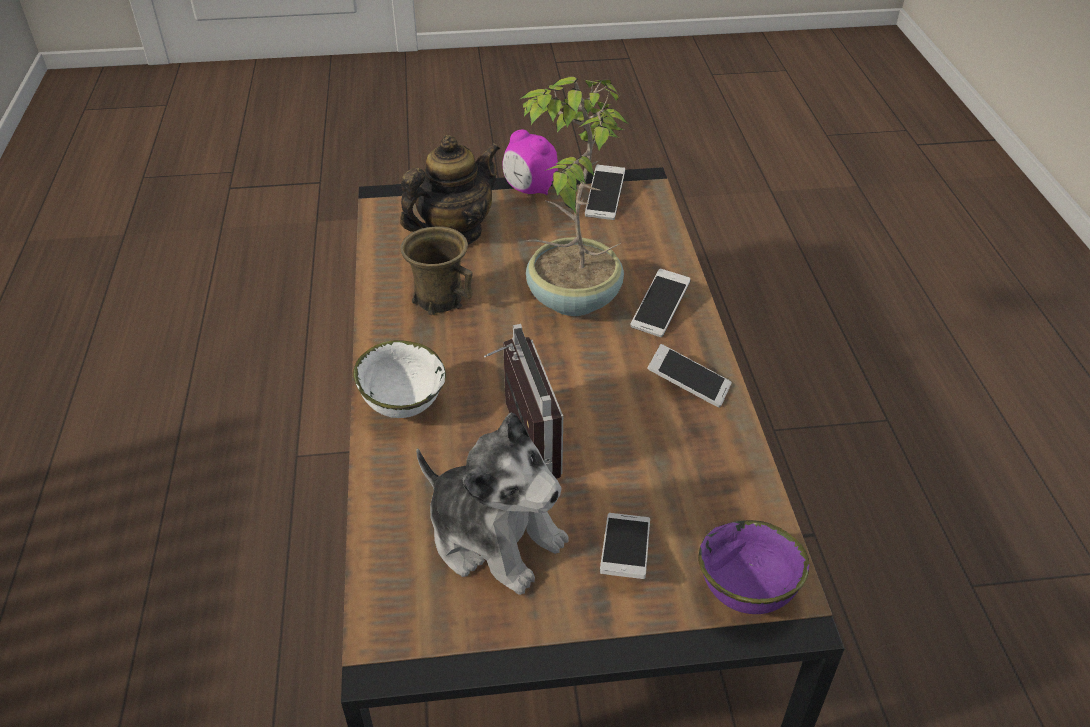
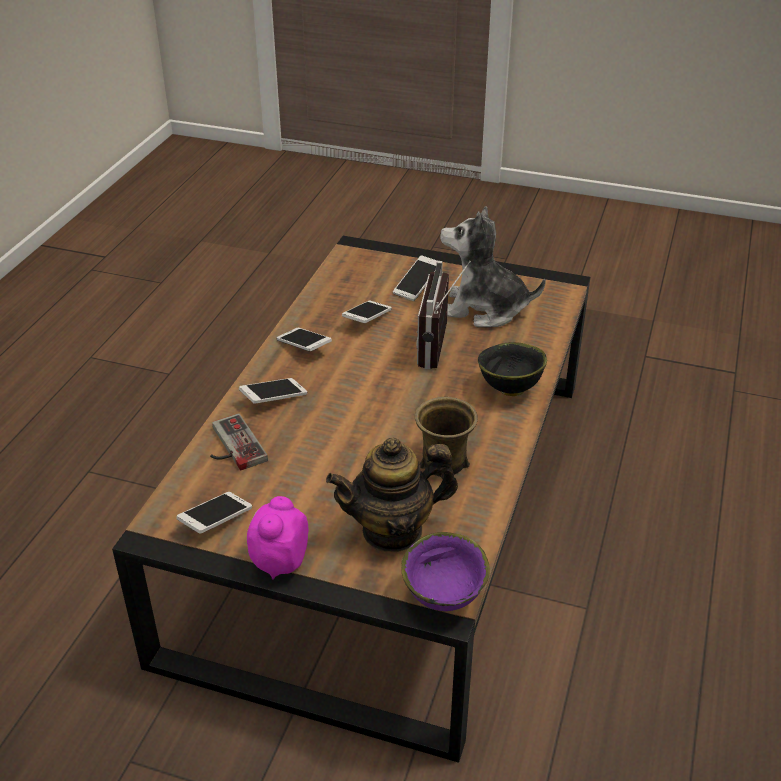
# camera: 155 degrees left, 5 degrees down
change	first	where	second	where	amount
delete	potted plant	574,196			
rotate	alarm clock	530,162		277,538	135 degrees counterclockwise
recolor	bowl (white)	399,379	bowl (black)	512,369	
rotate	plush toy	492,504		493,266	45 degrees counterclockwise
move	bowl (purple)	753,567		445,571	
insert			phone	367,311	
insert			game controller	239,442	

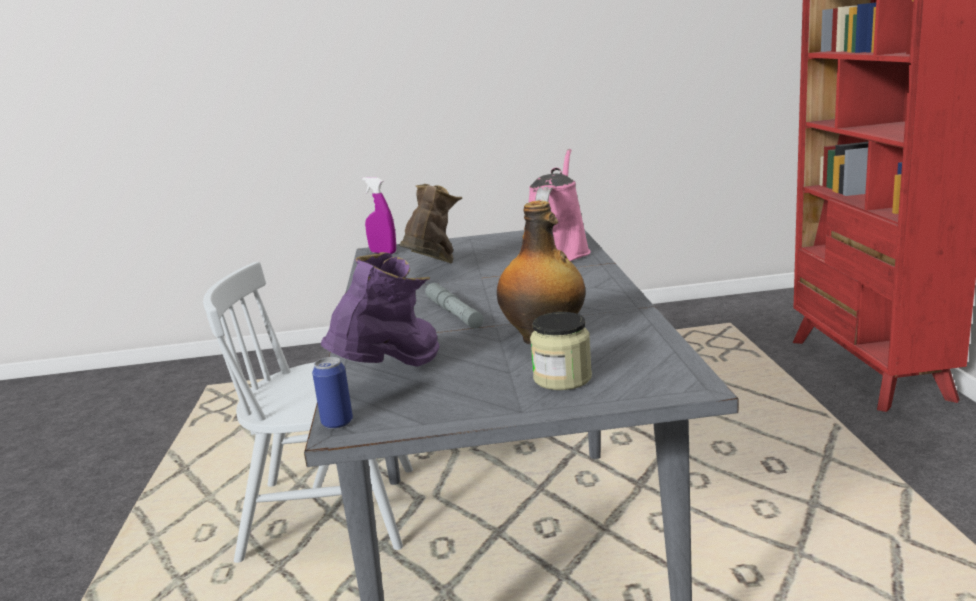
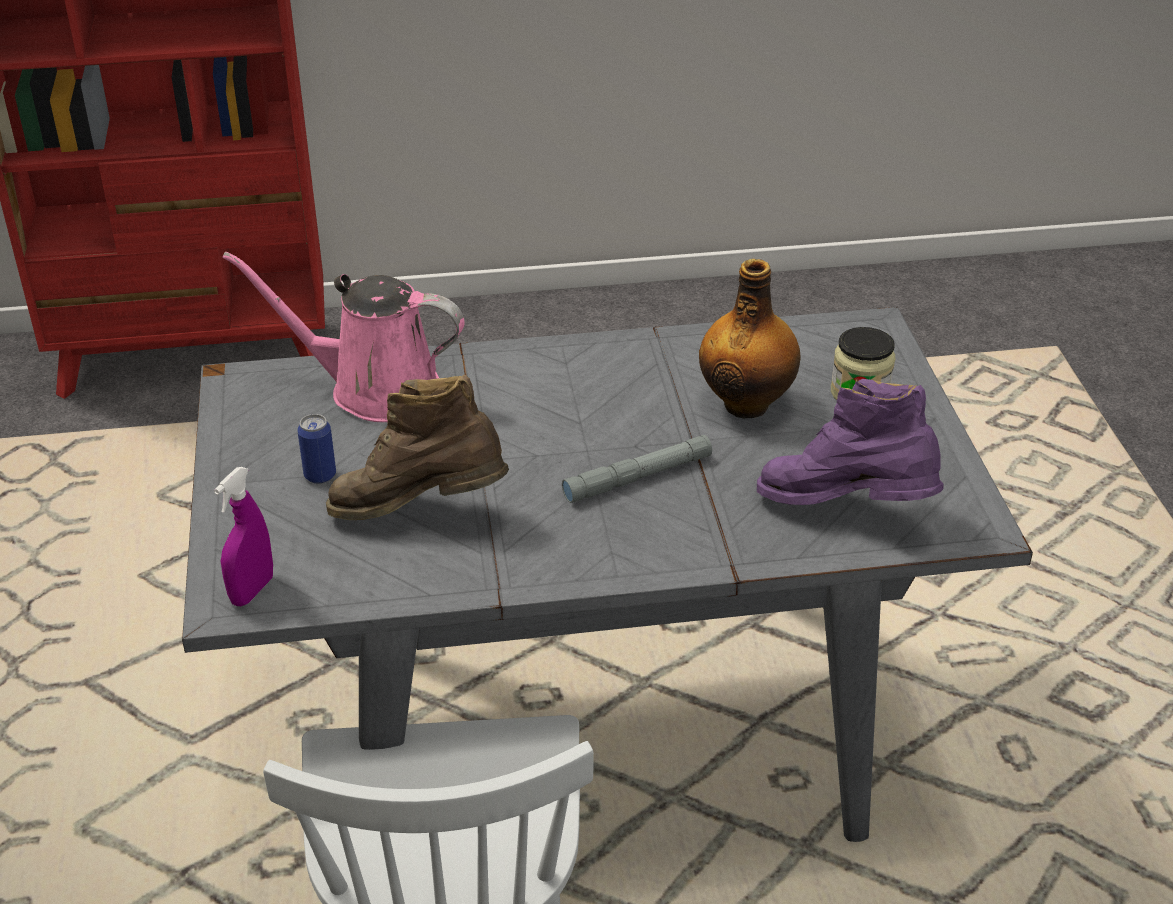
# camera: 95 degrees left, 20 degrees up
change	first	where	second	where	amount
move	can	332,393		316,449	

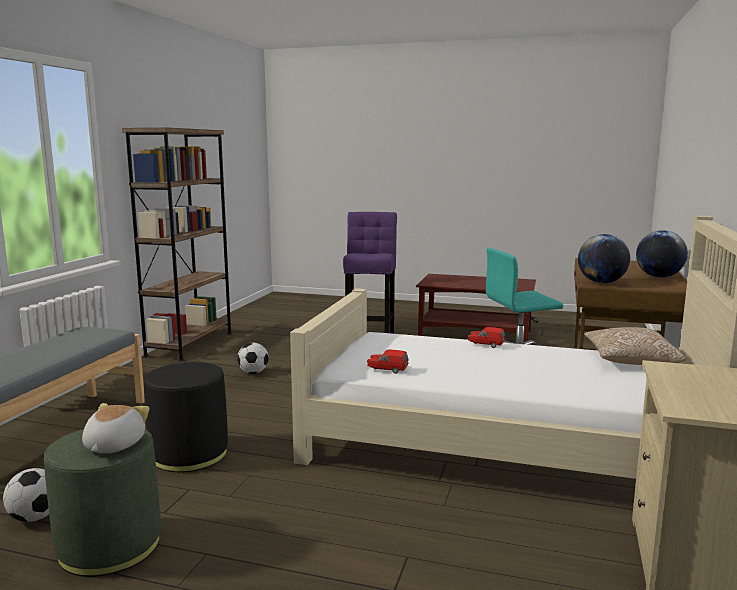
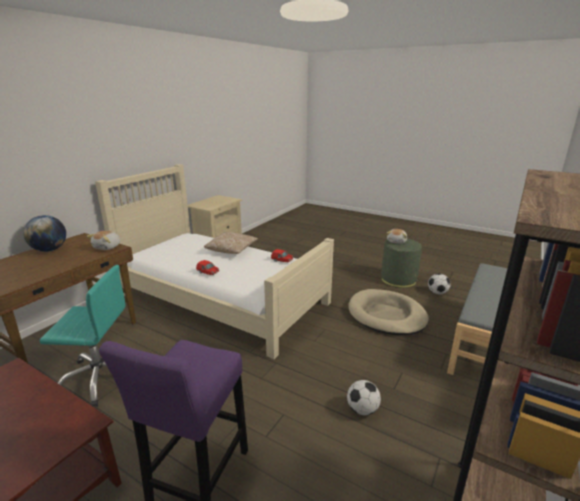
# camera: 165 degrees left, 10 degrees up
change	first	where	second	where	amount
replace	globe	604,258	plush toy	103,240	
move	pillow	635,346		231,243	
replace	ottoman (black)	186,417	dog bed (beige)	388,312	

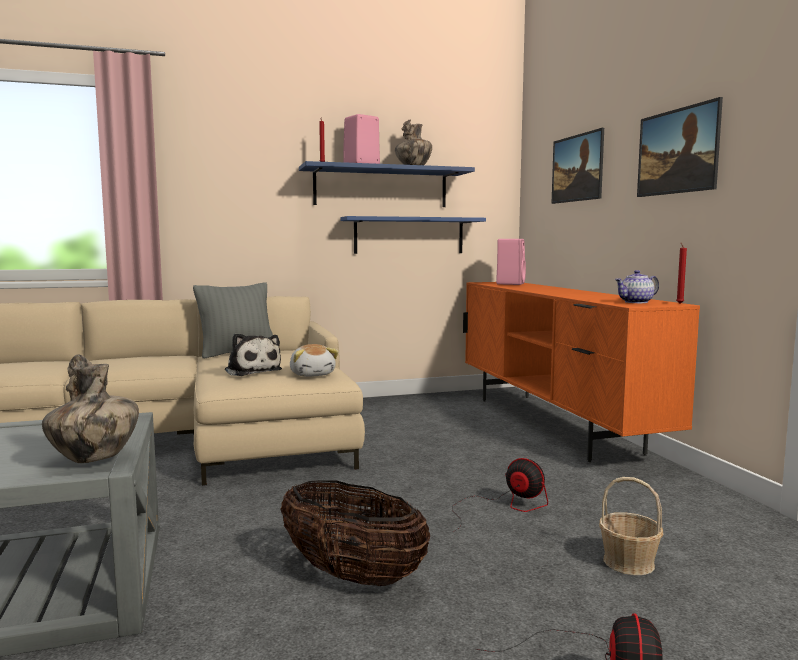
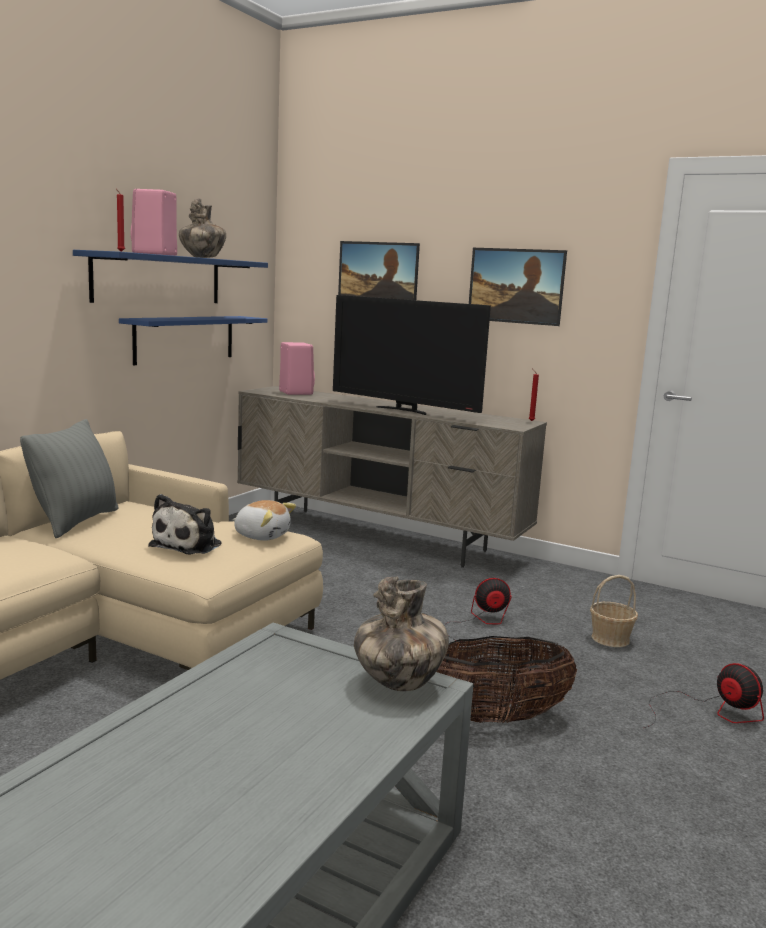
# camera: 45 degrees left, 5 degrees up
change	first	where	second	where	amount
delete	teapot	636,286			
recolor	tv stand (orange)	581,372	tv stand (beige)	392,477	
rotate	plush toy	253,354		185,524	105 degrees clockwise
insert			television	412,355	

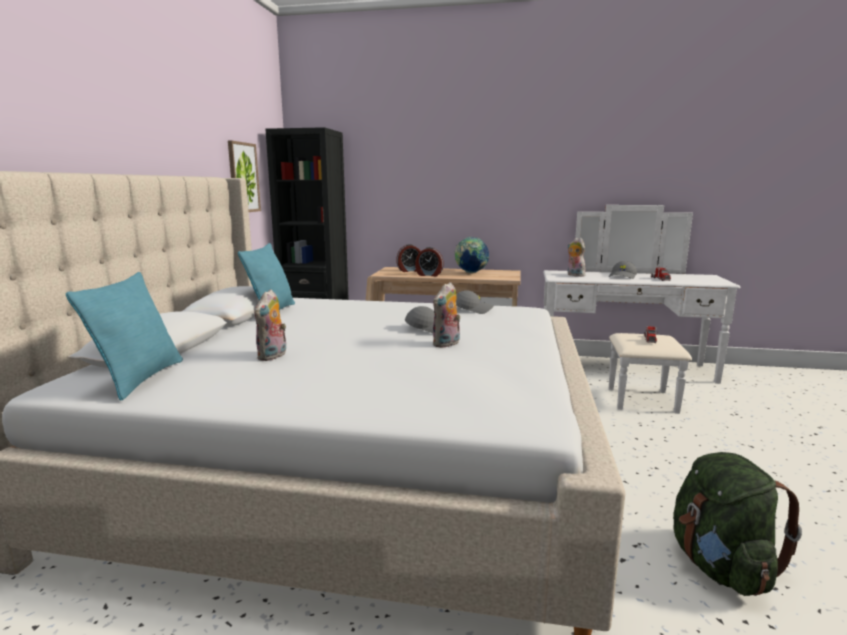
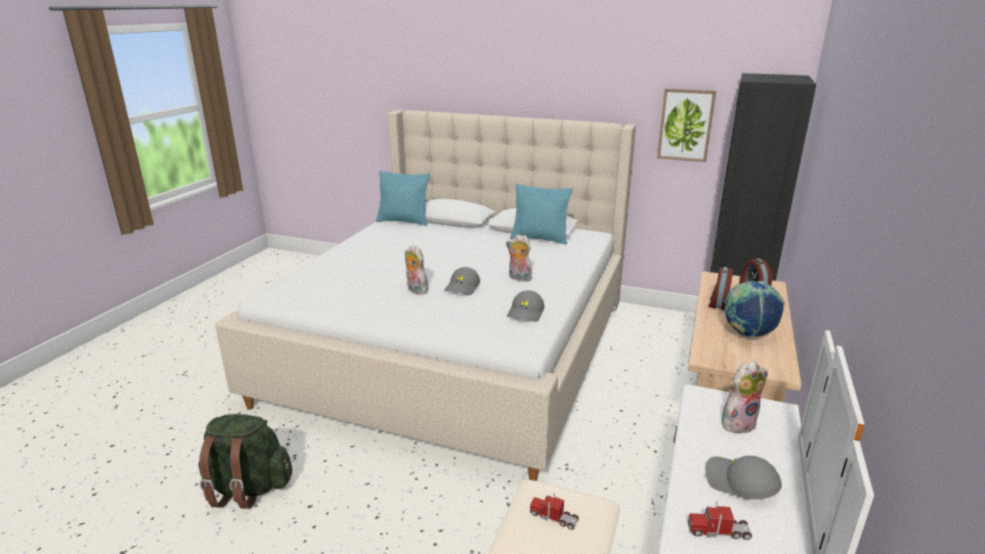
# camera: 100 degrees right, 10 degrees up
change	first	where	second	where	amount
move	plush toy	270,325		519,258	

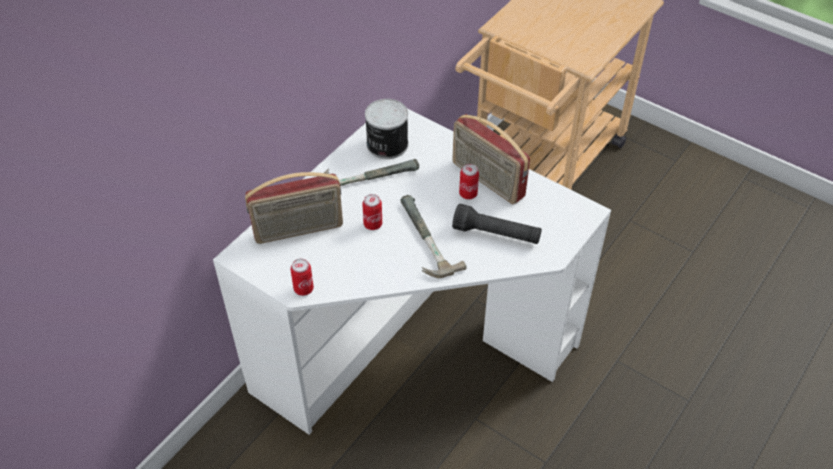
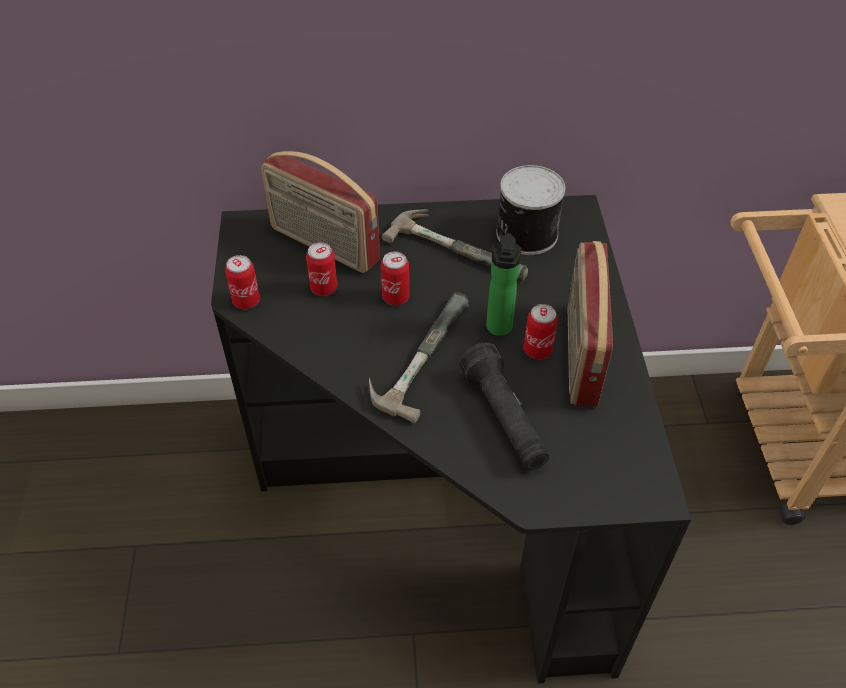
# camera: 50 degrees right, 0 degrees up
change	first	where	second	where	amount
recolor	desk (white)	412,272	desk (black)	451,439	
insert			bottle	504,284	
insert			can	321,269	

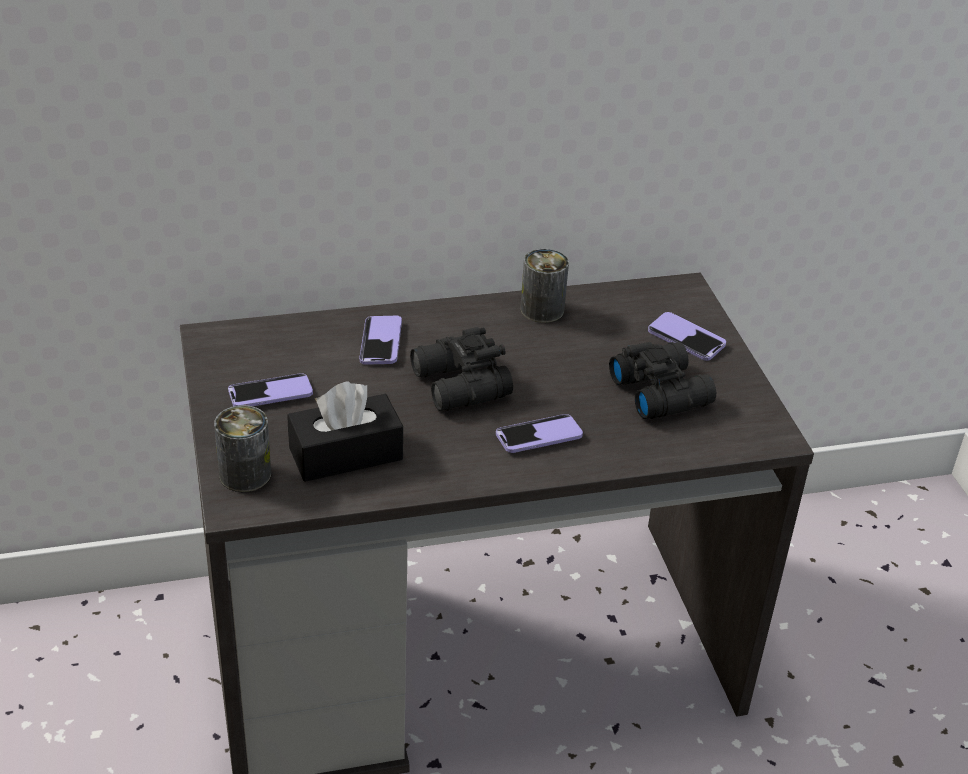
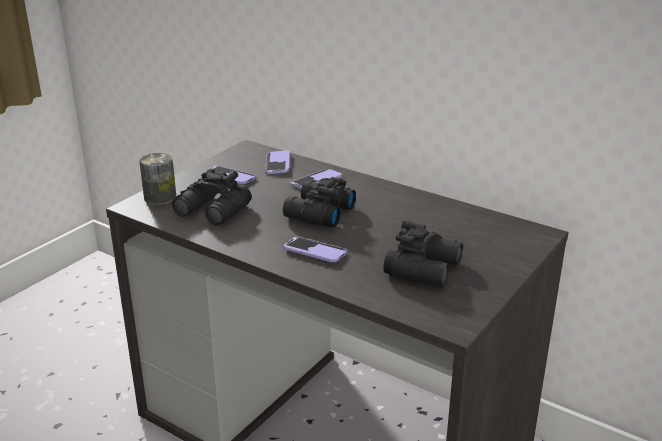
# camera: 50 degrees right, 10 degrees down
change	first	where	second	where	amount
delete	can	544,286			
move	phone	687,336		277,162	
replace	tissue box (black)	345,431	binoculars (black)	212,197	

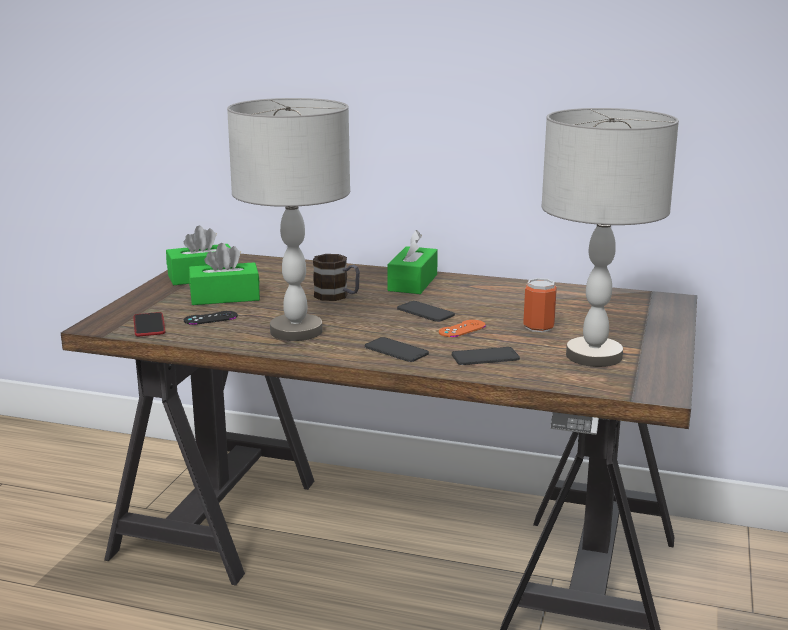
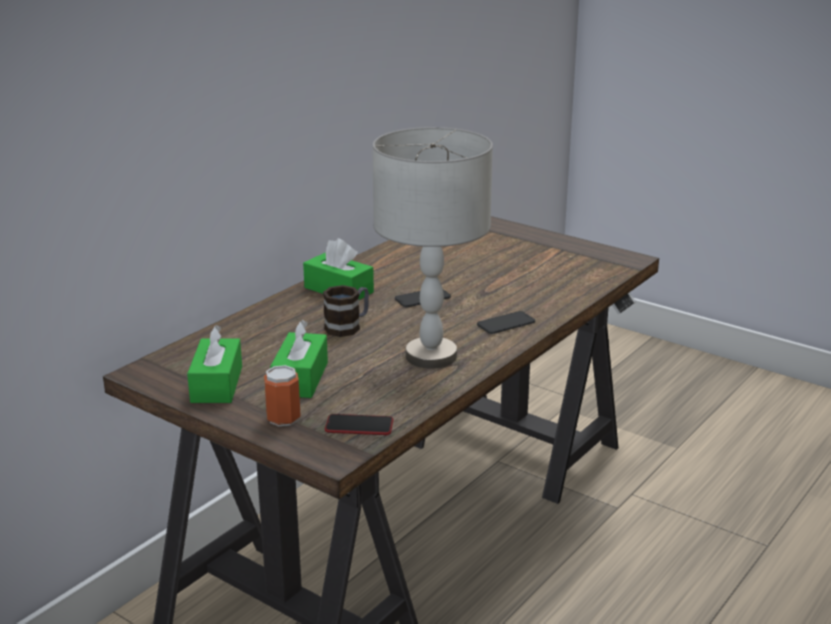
# camera: 70 degrees left, 5 degrees up
change	first	where	second	where	amount
delete	table lamp (grey)	610,237			
move	can	540,305		282,395	
delete	game controller (black)	211,318			
delete	game controller (orange)	462,328			
delete	phone	486,356			

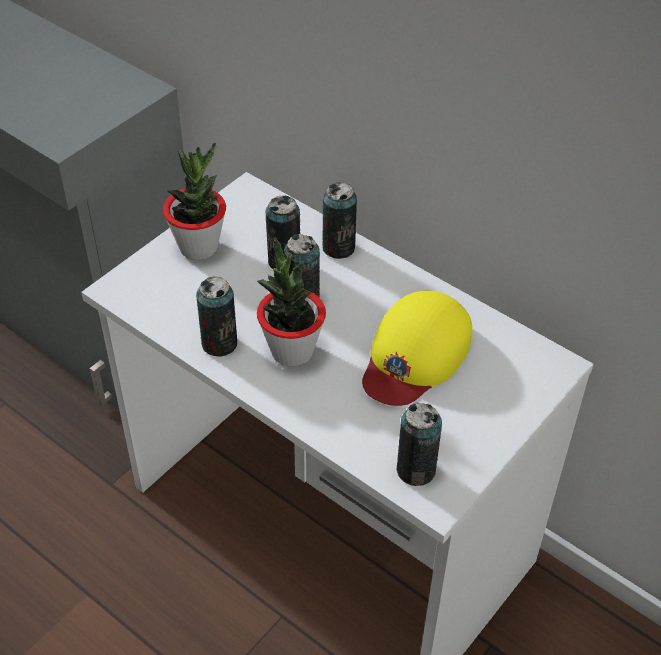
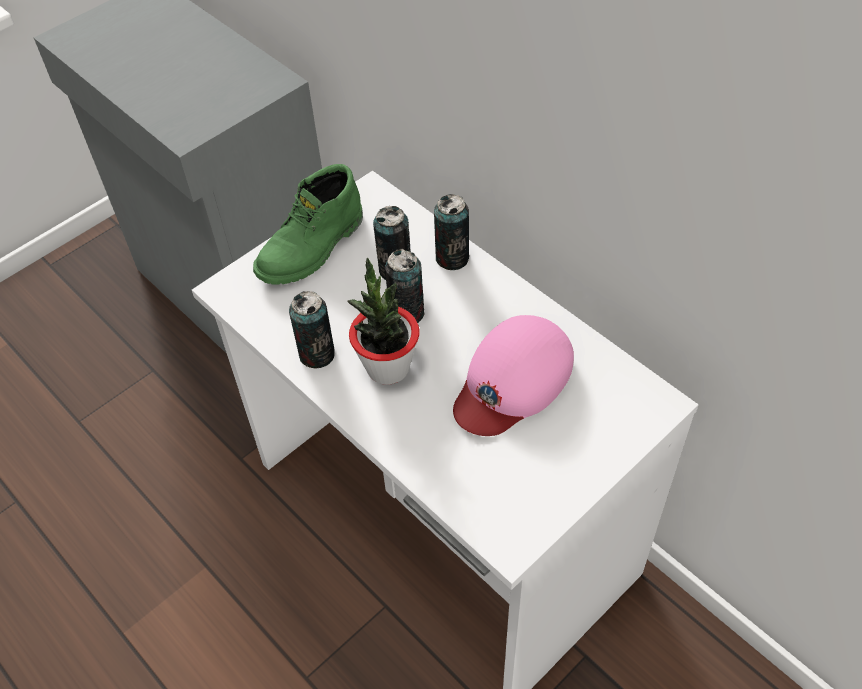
# camera: 10 degrees right, 5 degrees up
change	first	where	second	where	amount
replace	potted plant	194,201	boot (green)	308,224	
recolor	cap (yellow)	417,348	cap (pink)	513,375	
delete	can	419,444			

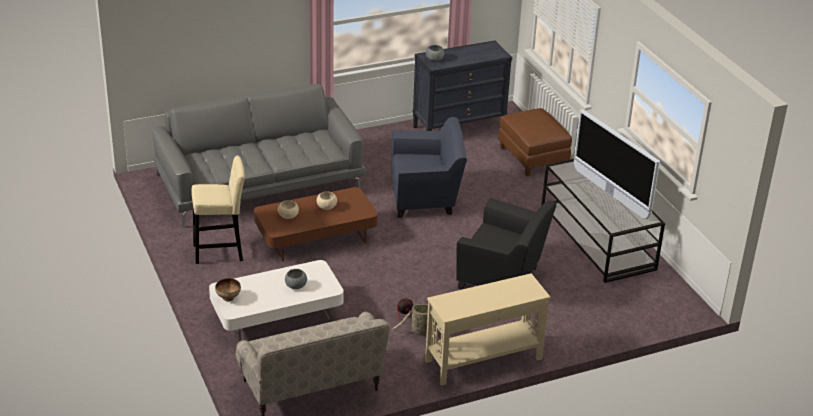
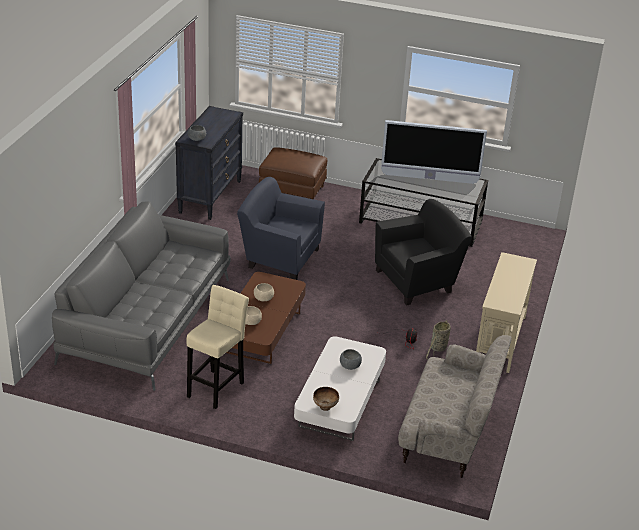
# camera: 50 degrees left, 0 degrees up
change	first	where	second	where	amount
rotate	armchair (blue)	429,167		281,228	105 degrees counterclockwise

